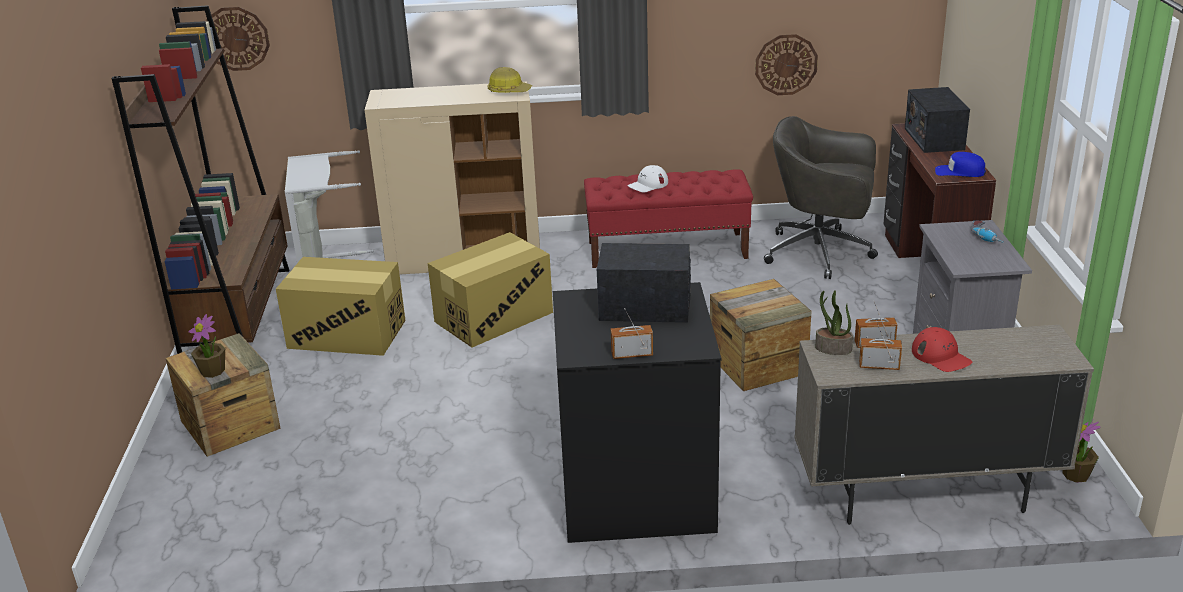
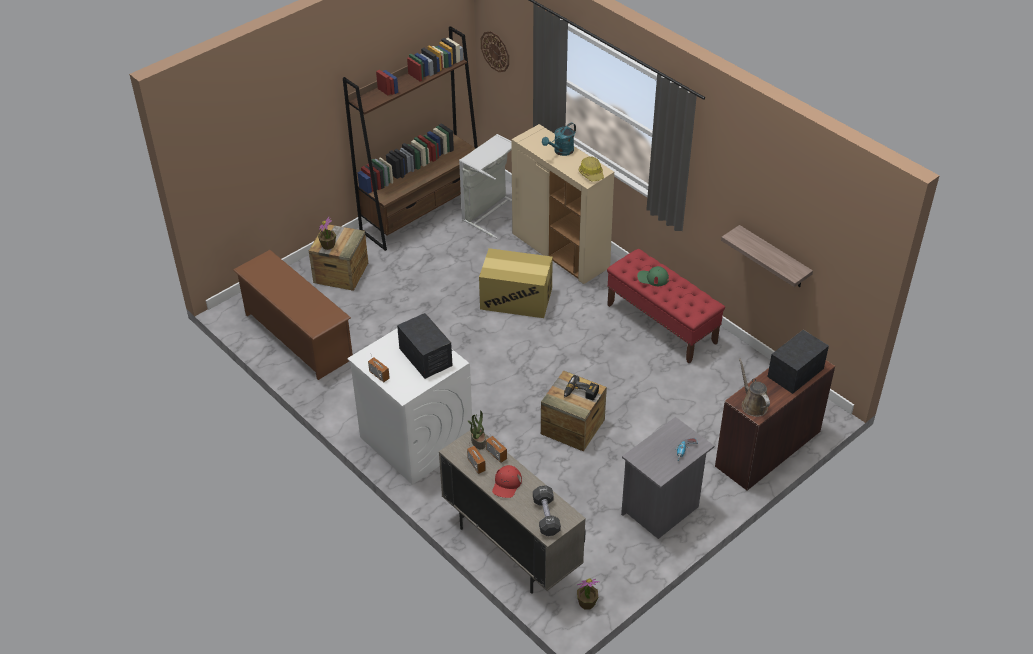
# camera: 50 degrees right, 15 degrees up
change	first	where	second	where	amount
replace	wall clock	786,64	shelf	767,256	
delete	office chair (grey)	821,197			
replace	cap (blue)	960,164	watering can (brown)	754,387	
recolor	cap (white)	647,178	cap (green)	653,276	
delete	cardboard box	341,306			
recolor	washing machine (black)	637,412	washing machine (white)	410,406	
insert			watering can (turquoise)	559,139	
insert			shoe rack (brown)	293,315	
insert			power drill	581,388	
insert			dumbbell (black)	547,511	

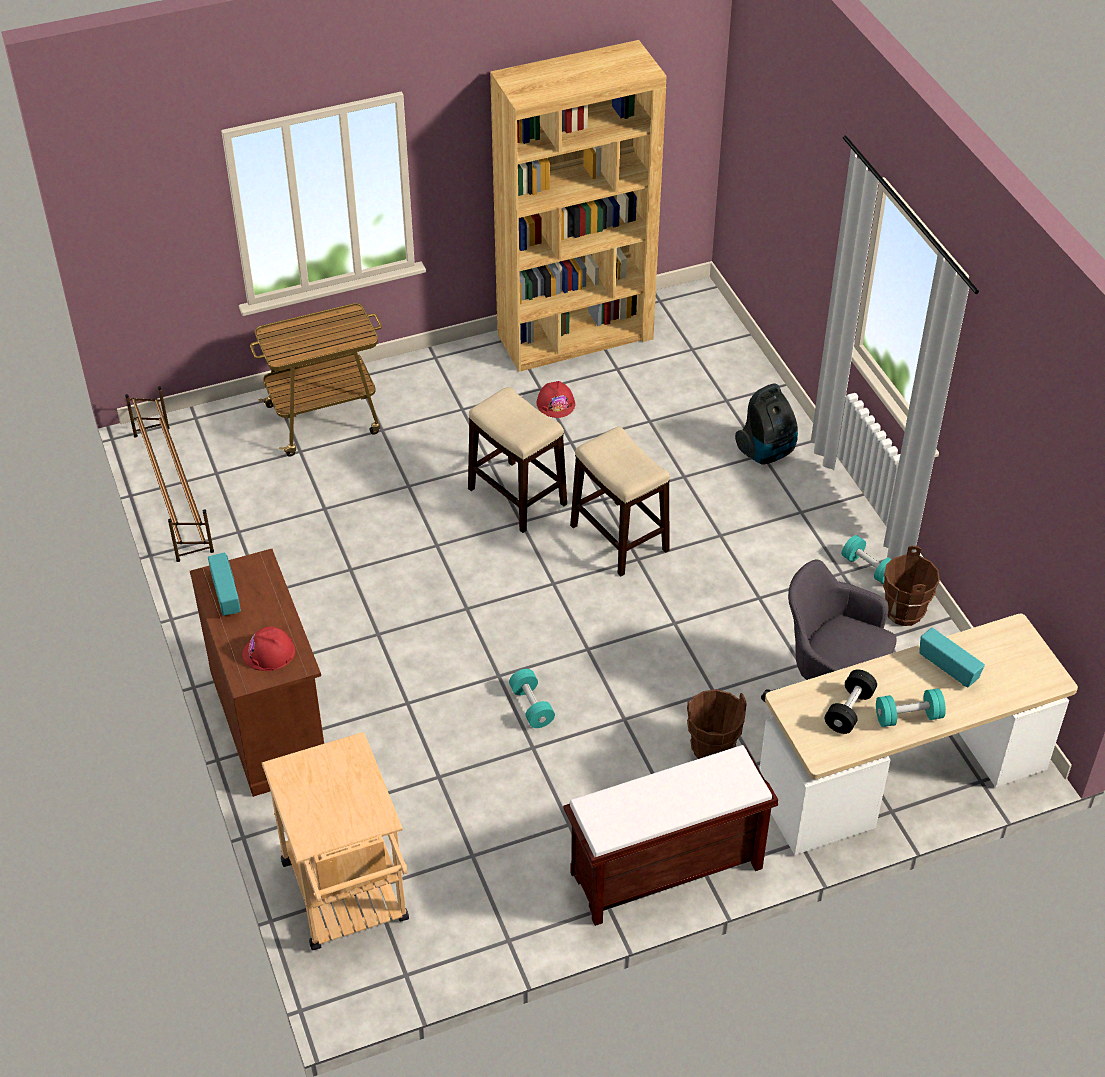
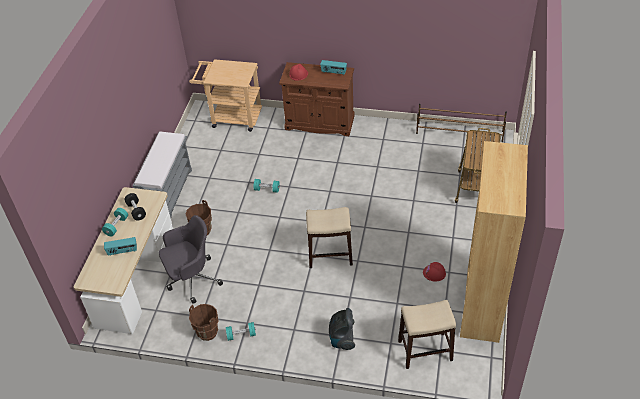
# camera: 125 degrees right, 0 degrees up
change	first	where	second	where	amount
move	stool	517,460		427,334	
recolor	bench (brown)	670,835	bench (grey)	162,174	

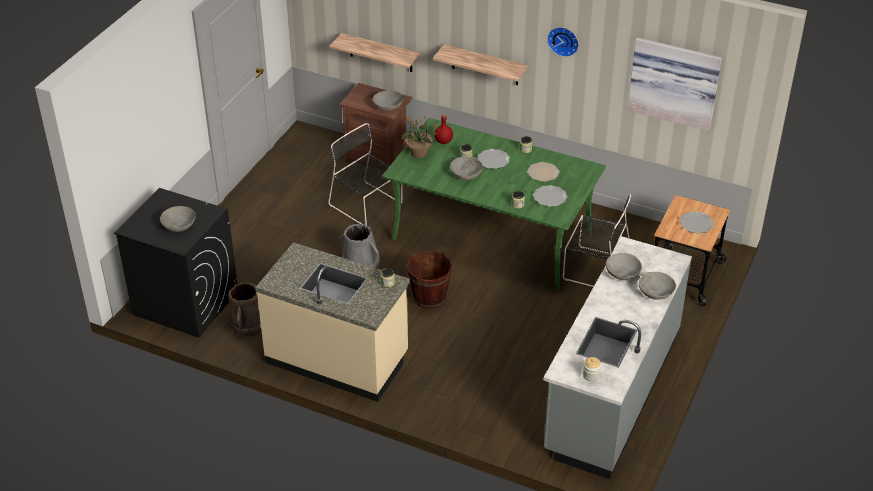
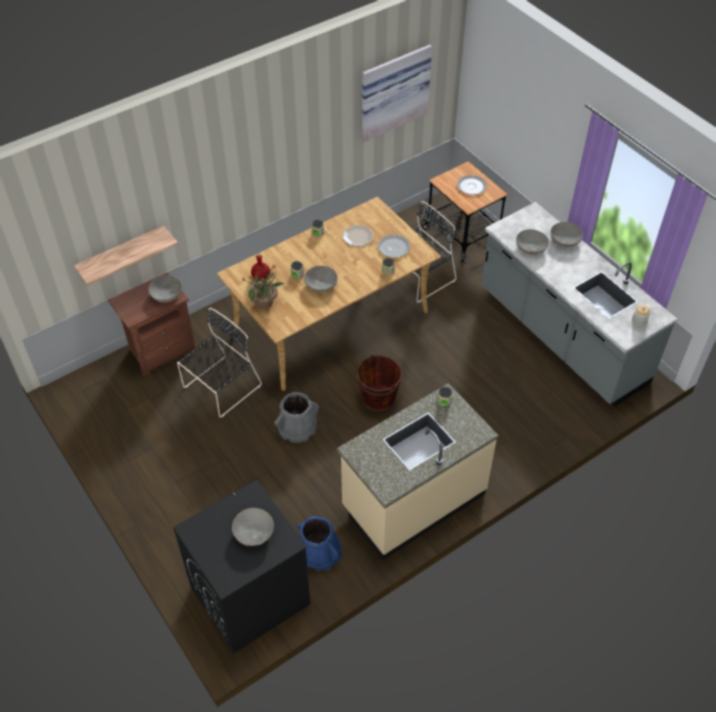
# camera: 60 degrees left, 10 degrees up
change	first	where	second	where	amount
delete	wall clock	563,42			
delete	shelf	480,65			
recolor	dining table (green)	494,204	dining table (beige)	329,294	
rotate	chair (black)	365,174		219,362	150 degrees clockwise
delete	plate	493,159			
recolor	bucket (brown)	245,309	bucket (blue)	319,543	

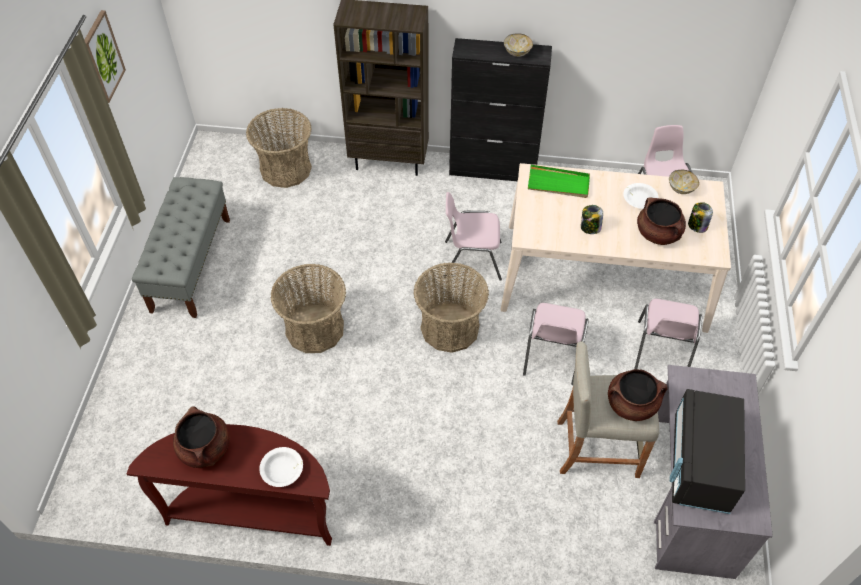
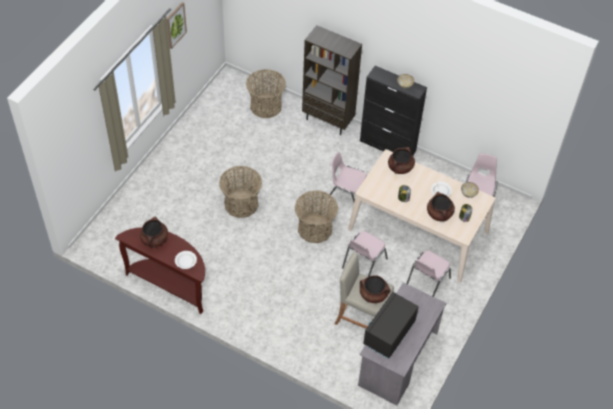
# camera: 20 degrees right, 0 degrees up
change	first	where	second	where	amount
replace	tray (green)	559,181	cooking pot (brown)	401,160	
delete	bench (grey)	181,247			

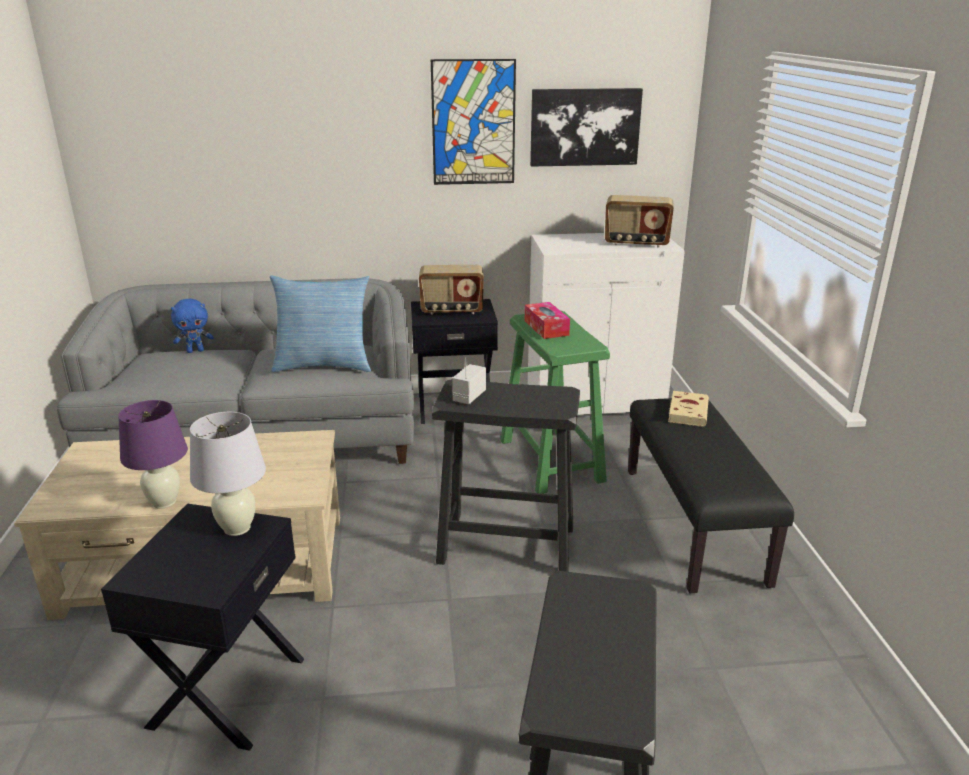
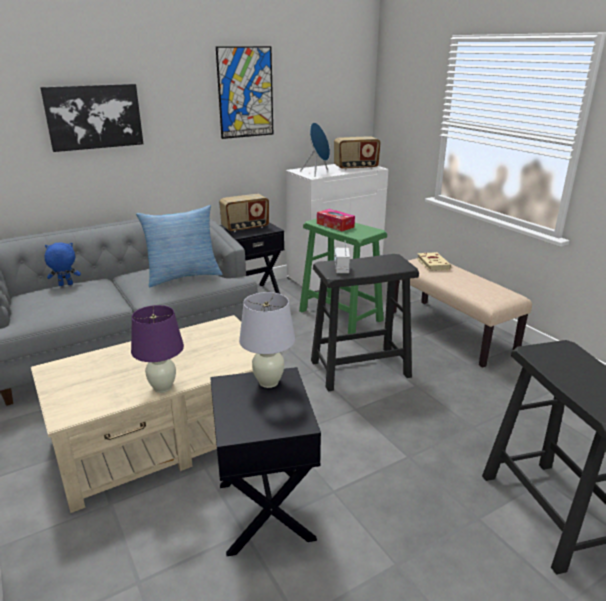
# camera: 25 degrees left, 0 degrees up
change	first	where	second	where	amount
move	picture	586,127		91,118	
rotate	plush toy (blue)	192,326		62,264	150 degrees counterclockwise
recolor	bench (black)	711,495	bench (beige)	462,313	
insert			speaker (blue)	315,150	

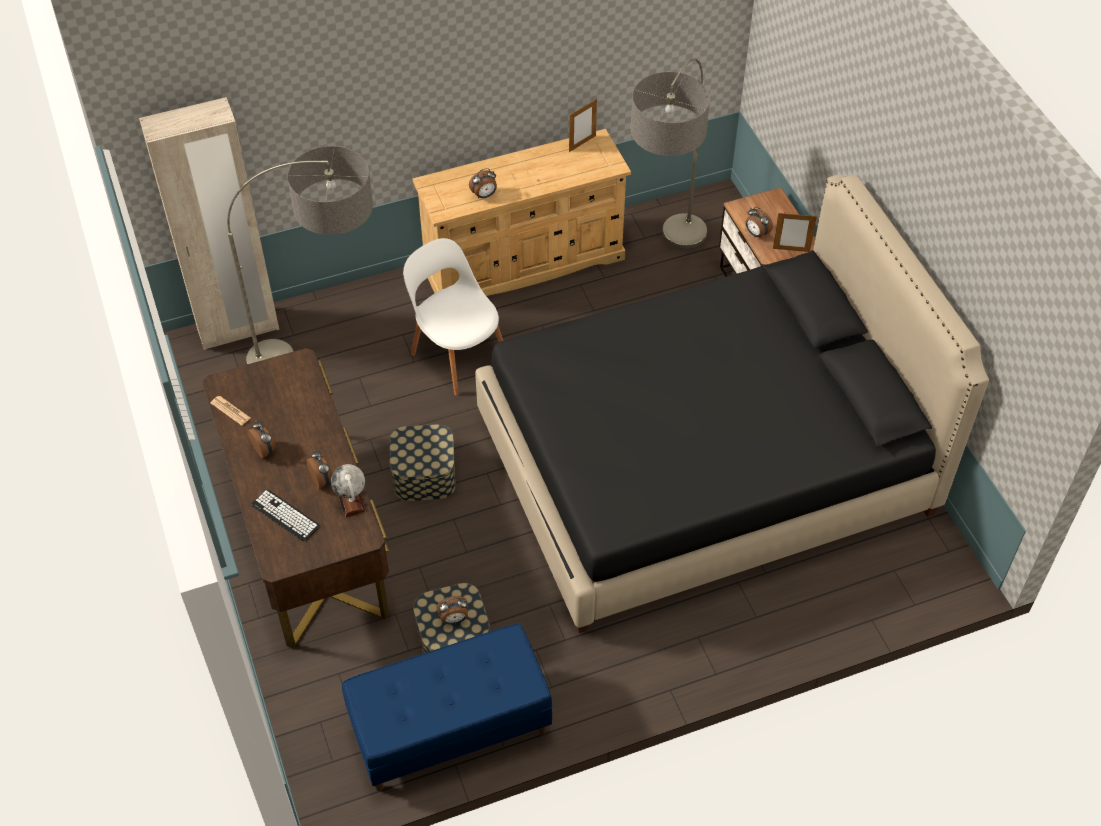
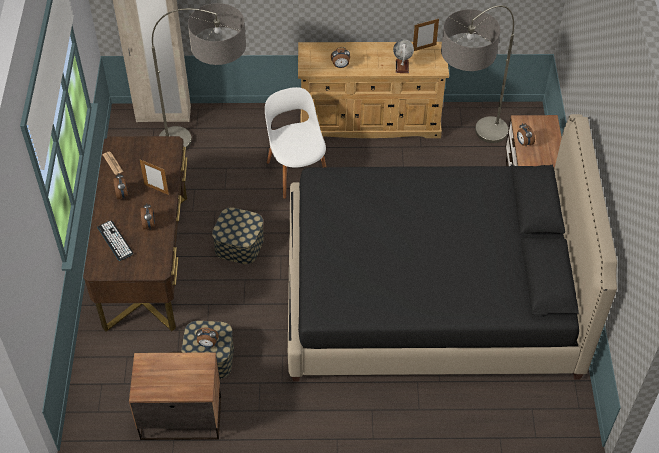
# camera: 20 degrees right, 0 degrees up
change	first	where	second	where	amount
move	picture frame	795,232		154,177	
move	globe	348,491		403,56	
replace	bench (blue)	447,707	nightstand	175,396	

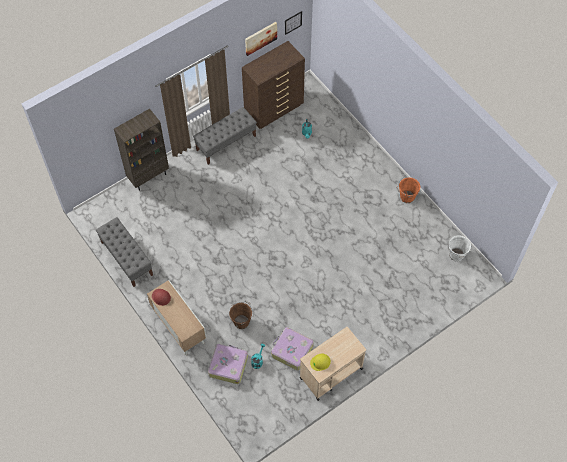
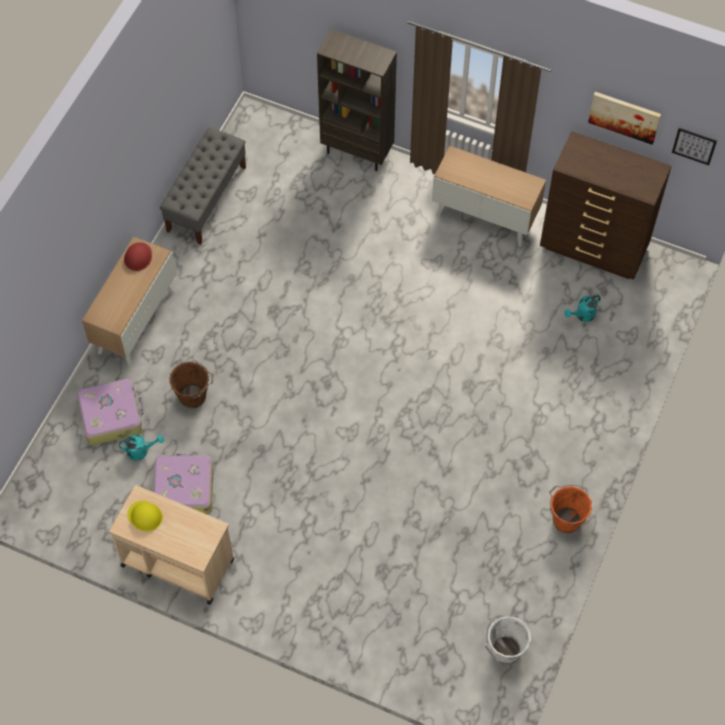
# camera: 60 degrees right, 0 degrees up
change	first	where	second	where	amount
replace	bench (grey)	225,136	cabinet	489,196	

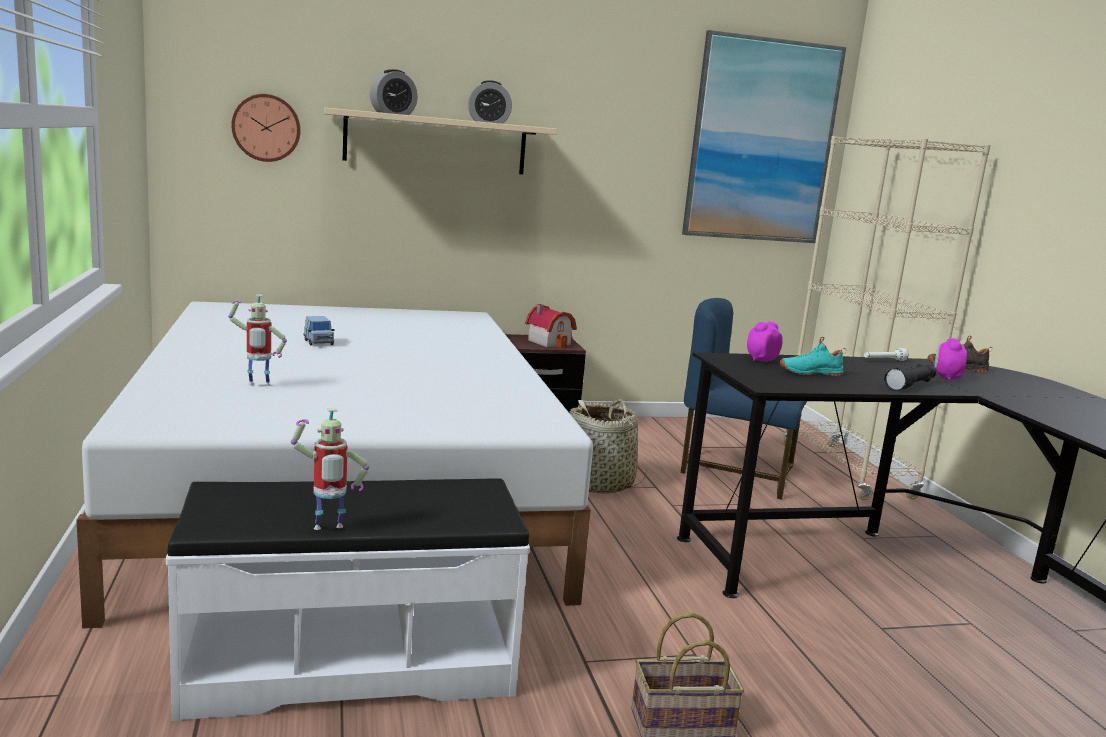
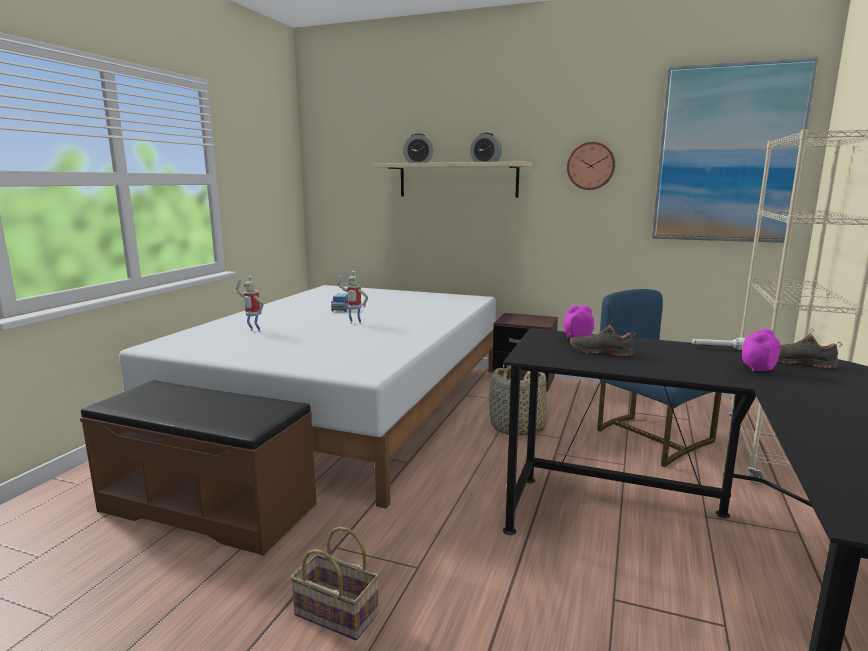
# camera: 35 degrees right, 0 degrees up
change	first	where	second	where	amount
move	wall clock	266,128		591,166	
delete	toy house	551,326			
recolor	shoe (turquoise)	812,356	shoe (black)	603,338	
delete	flashlight (black)	910,377			
move	toy robot	330,469		353,297	
recolor	bench (white)	348,599	bench (brown)	198,468	

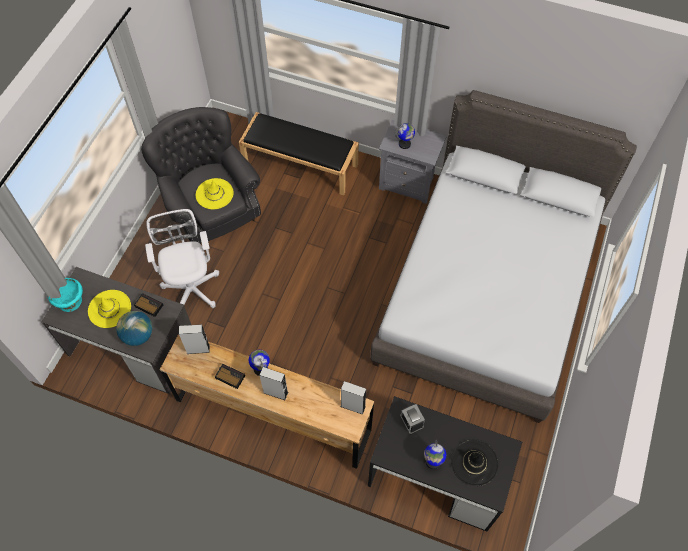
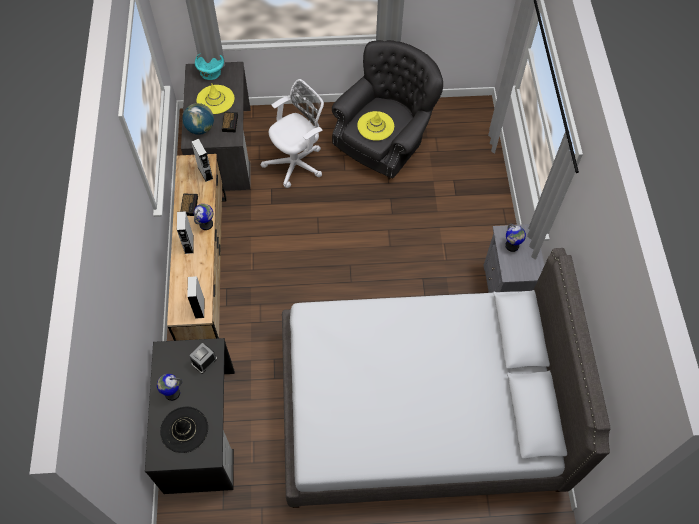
# camera: 65 degrees right, 0 degrees up
change	first	where	second	where	amount
delete	bench (black)	299,153			

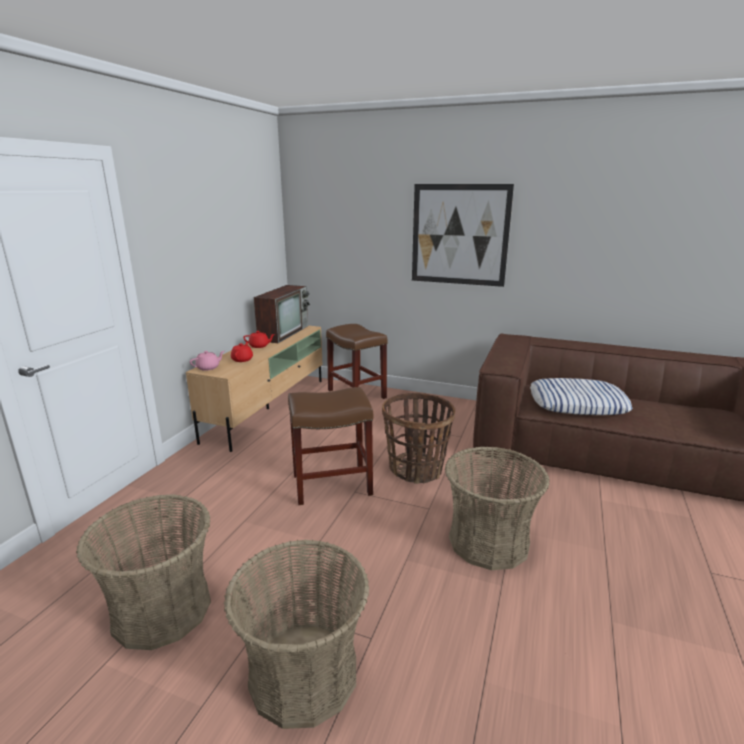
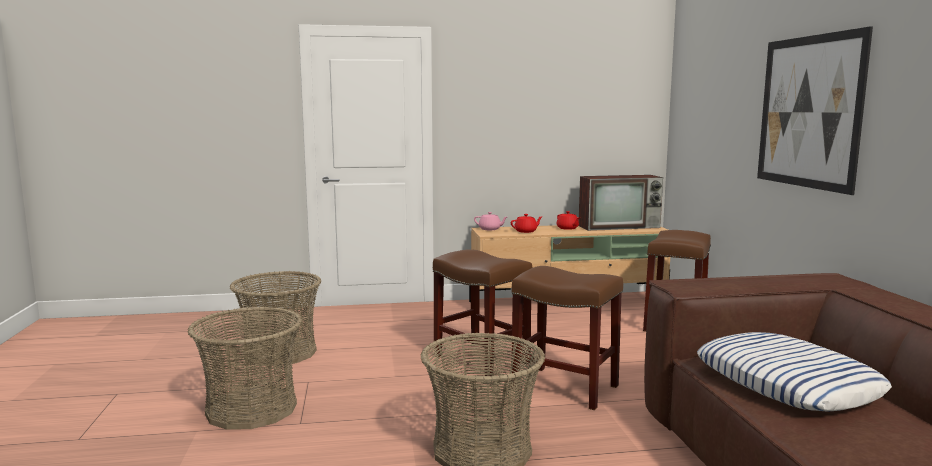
# camera: 60 degrees right, 10 degrees down
change	first	where	second	where	amount
replace	basket	418,438	stool (brown)	567,338	

